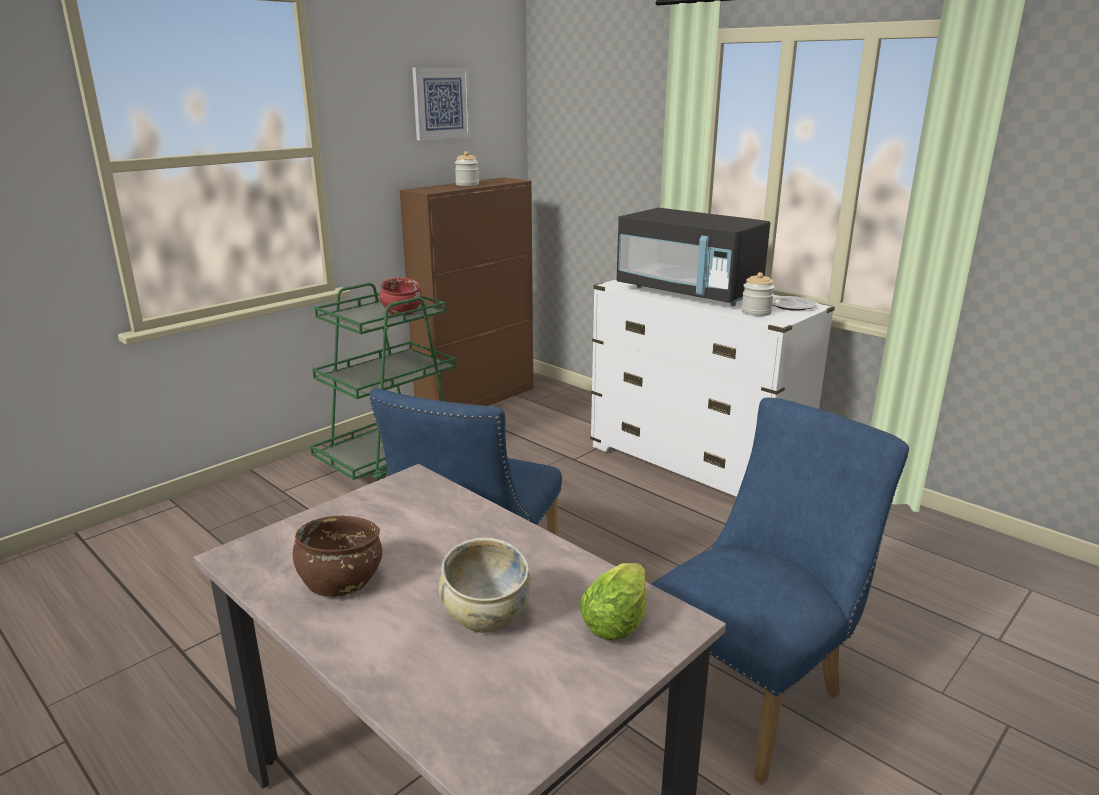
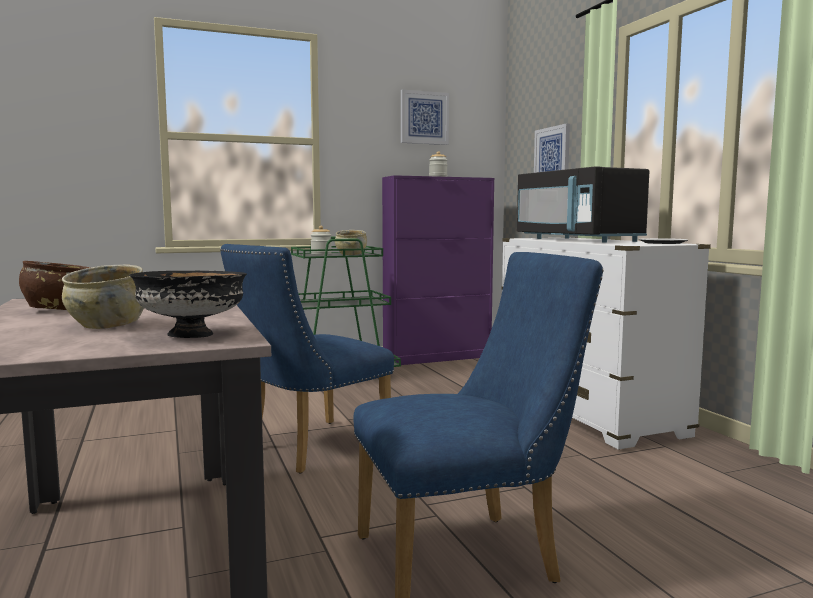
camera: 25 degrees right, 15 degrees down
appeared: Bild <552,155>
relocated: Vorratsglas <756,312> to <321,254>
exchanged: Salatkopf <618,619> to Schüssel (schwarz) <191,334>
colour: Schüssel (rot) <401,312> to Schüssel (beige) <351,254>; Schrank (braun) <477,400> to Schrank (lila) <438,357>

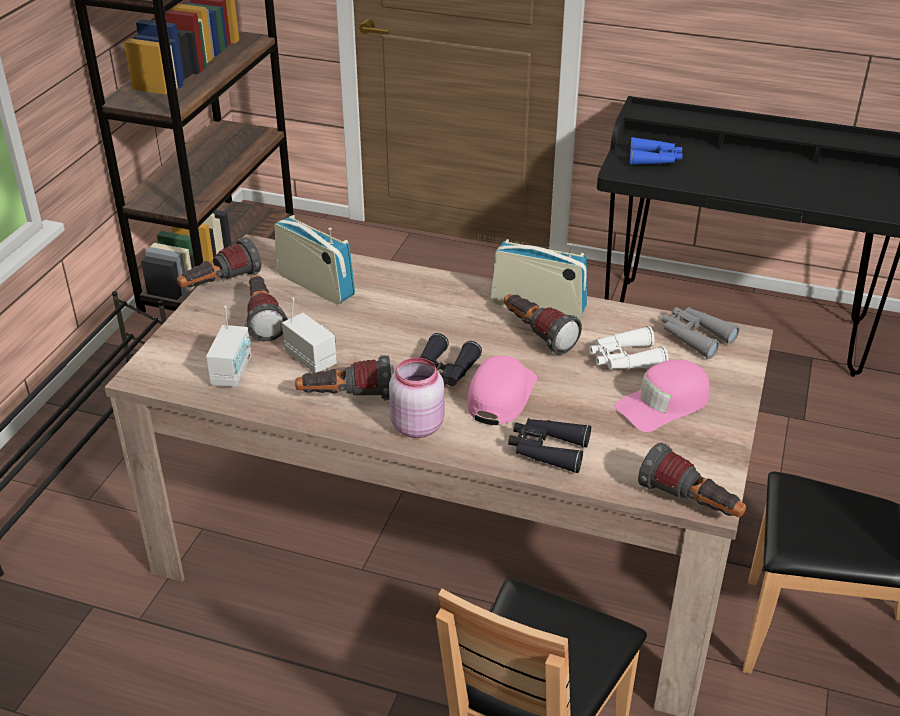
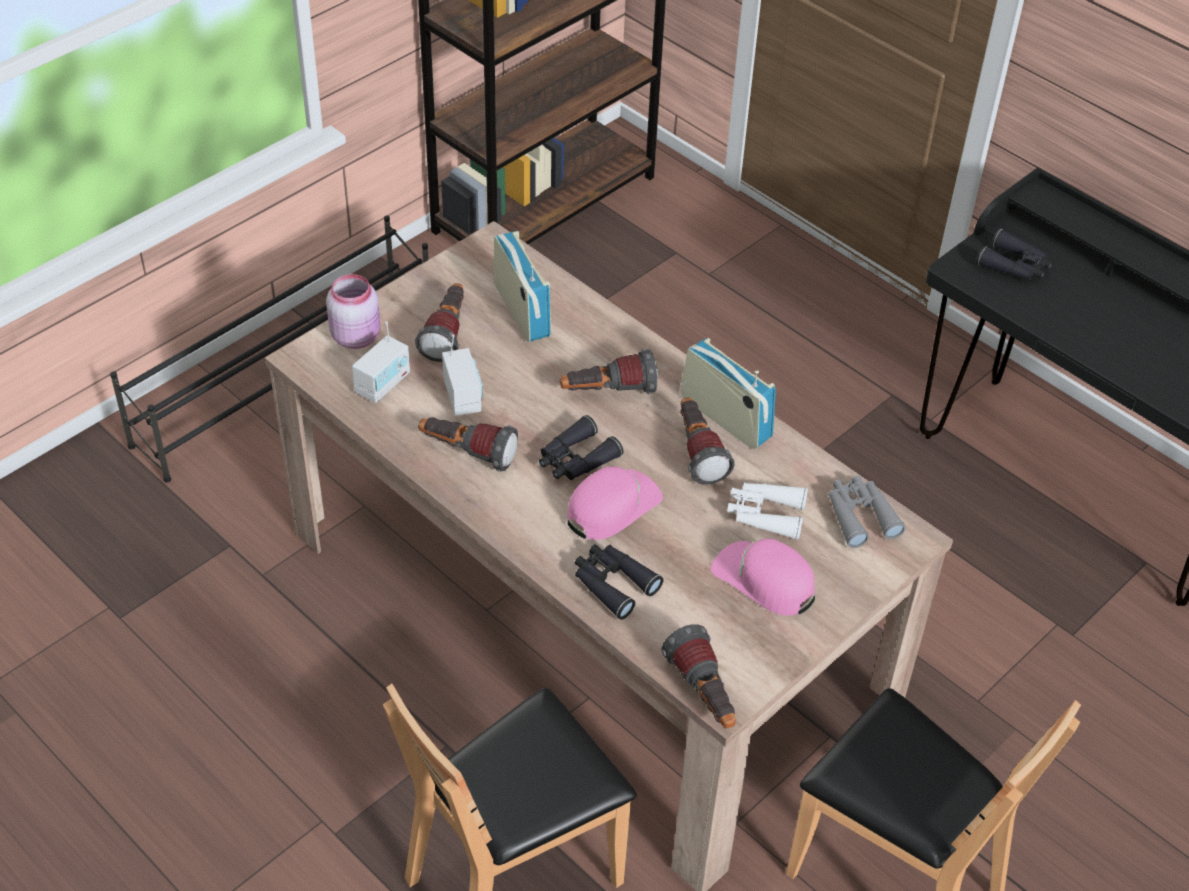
camera: 25 degrees right, 10 degrees up
relocated: Vorratsglas (rosa) <417,425> to <356,336>; Taschenlampe <220,284> to <608,392>
colour: Fernglas (blau) <655,159> to Fernglas (schwarz) <1015,266>
spun: Kappe (rosa) <664,404> = <764,580> 45 degrees clockwise

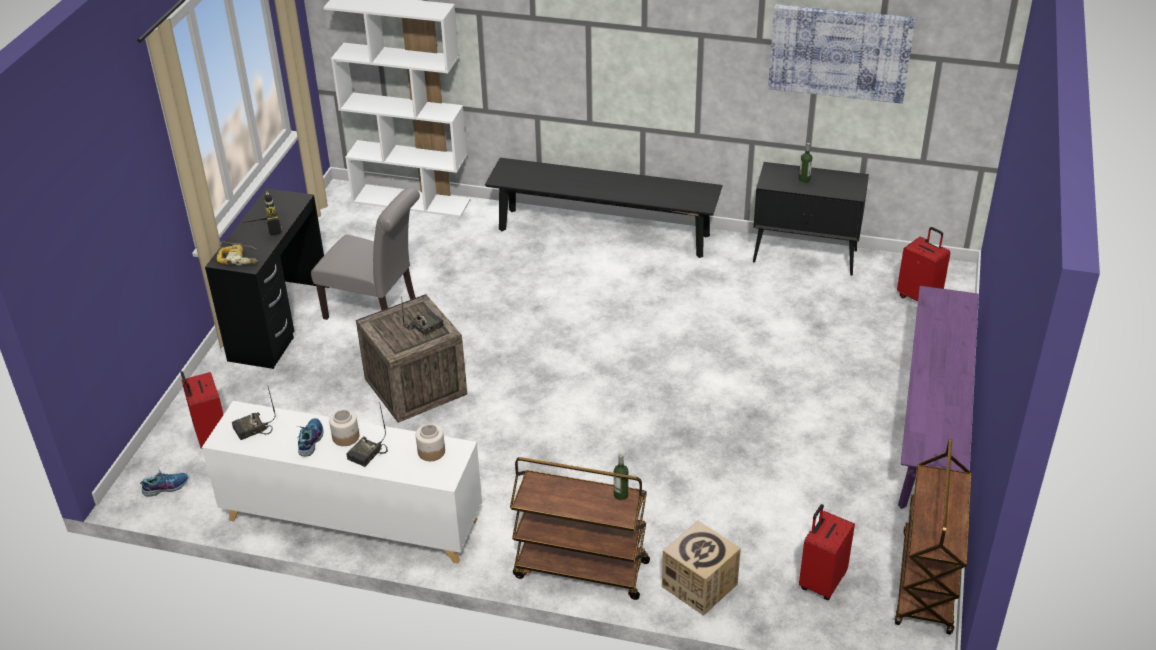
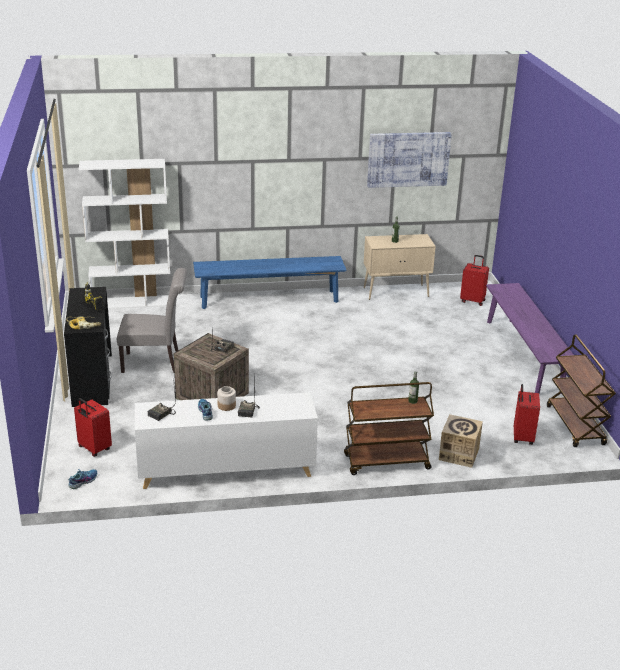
camera: 25 degrees left, 10 degrees down
missing: Vorratsglas <431,452>
colour: Bank (schwarz) <603,232> to Bank (blau) <269,299>; Schrank (schwarz) <806,256> to Schrank (beige) <396,292>

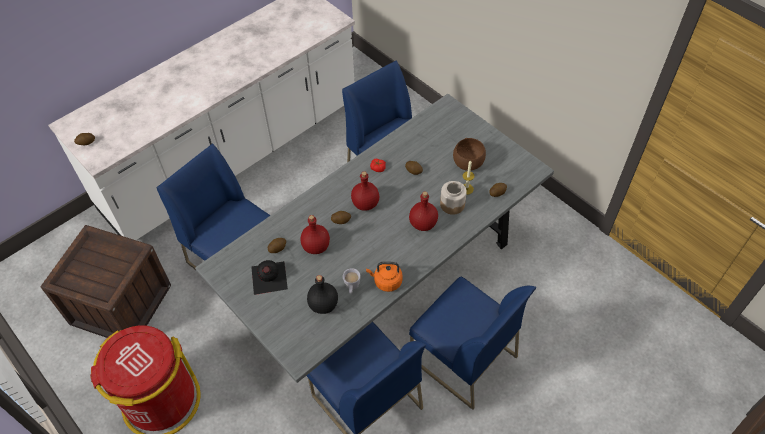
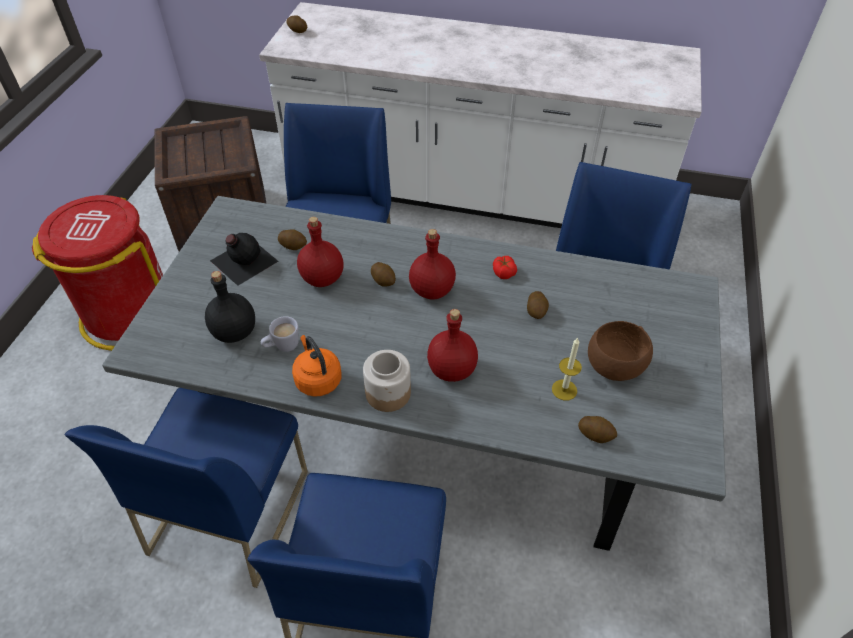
camera: 55 degrees right, 5 degrees down
relocated: Vorratsglas <452,204> to <388,393>

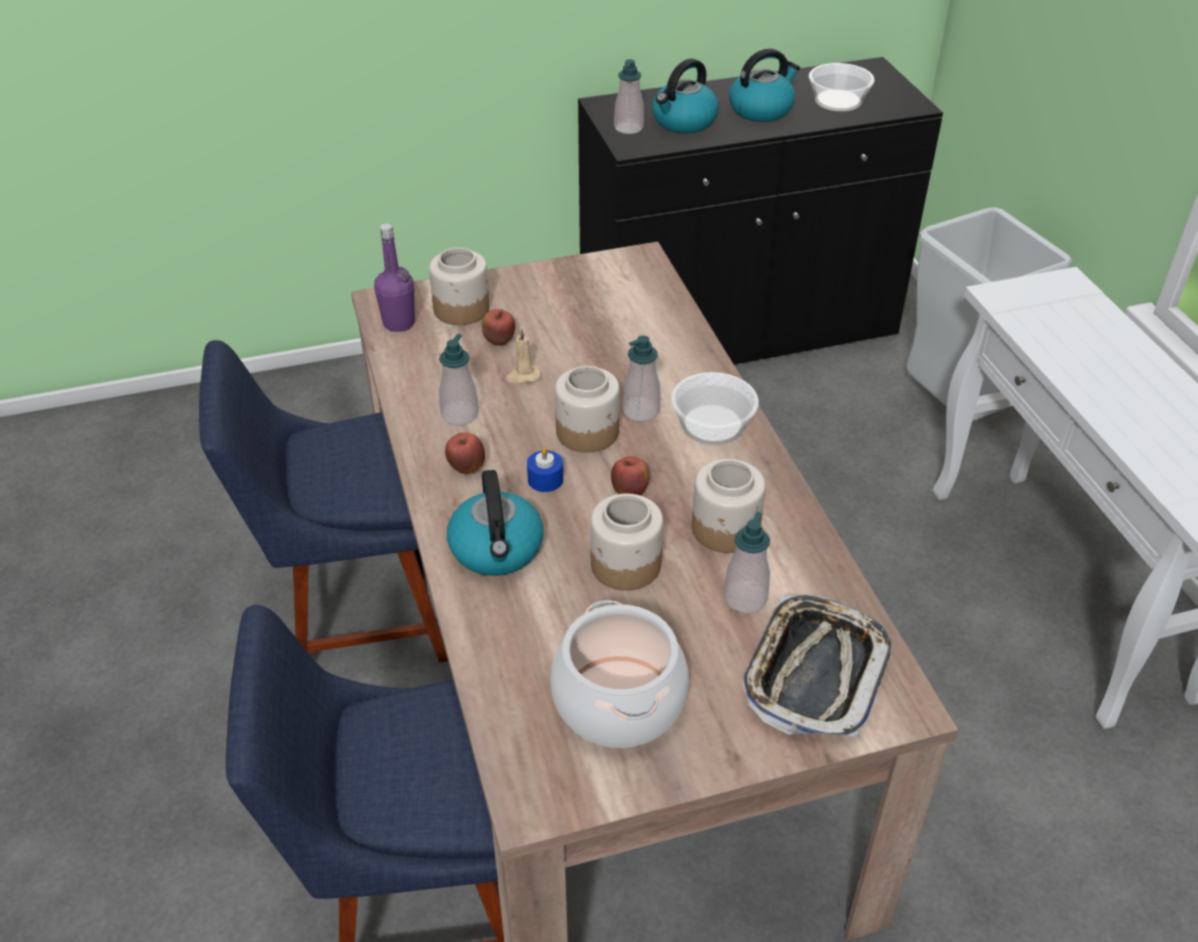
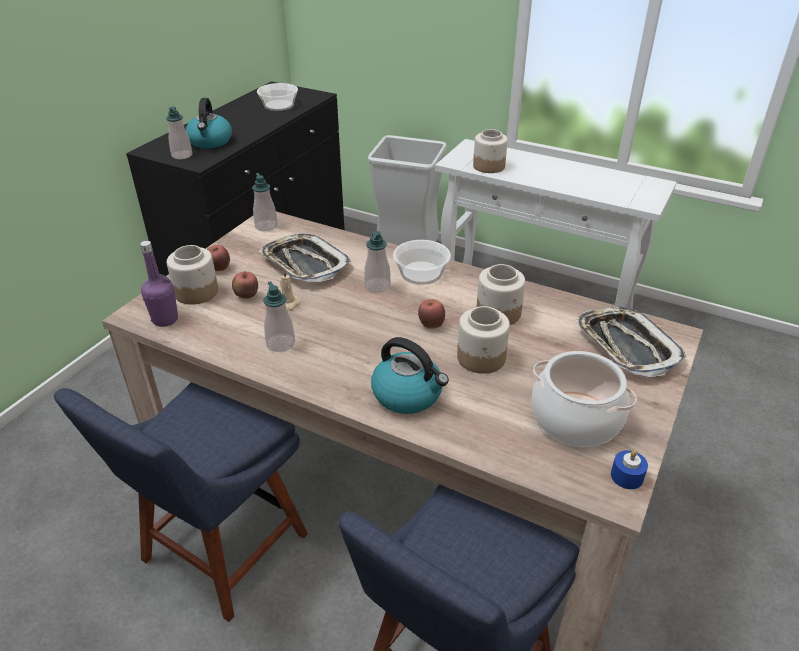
camera: 45 degrees left, 5 degrees down
missing: Wasserkessel <761,109>
appeared: Tablett <304,264>
relocated: Apfel <466,468> to <219,269>; Seifenspender <745,598> to <266,226>; Vorratsglas <588,432> to <489,166>; Kerze (blau) <545,479> to <627,476>

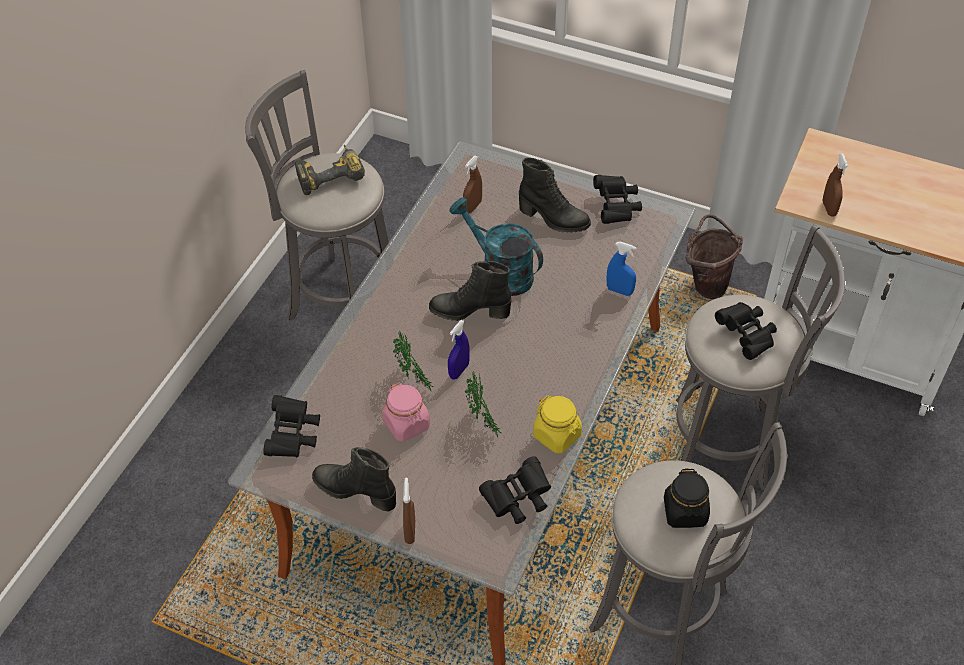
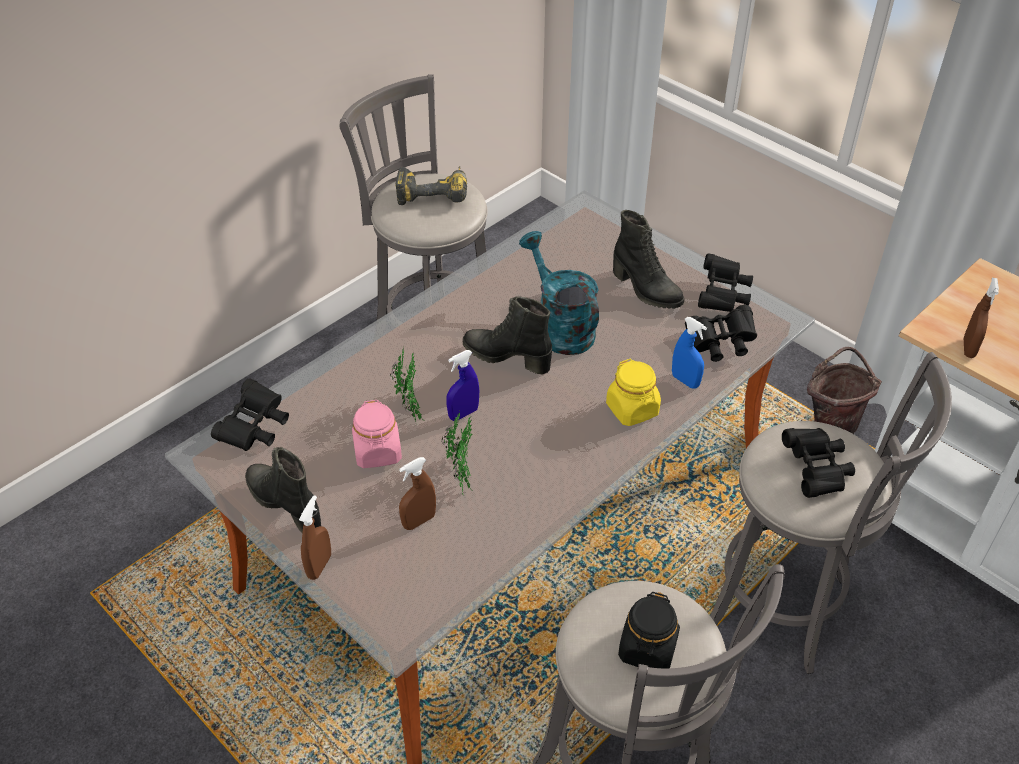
camera: 20 degrees right, 5 degrees down
relocated: Sprühflasche (braun) <472,206> to <419,521>; Vorratsglas (gelb) <557,435> to <632,409>; Fernglas (schwarz) <517,499> to <720,343>

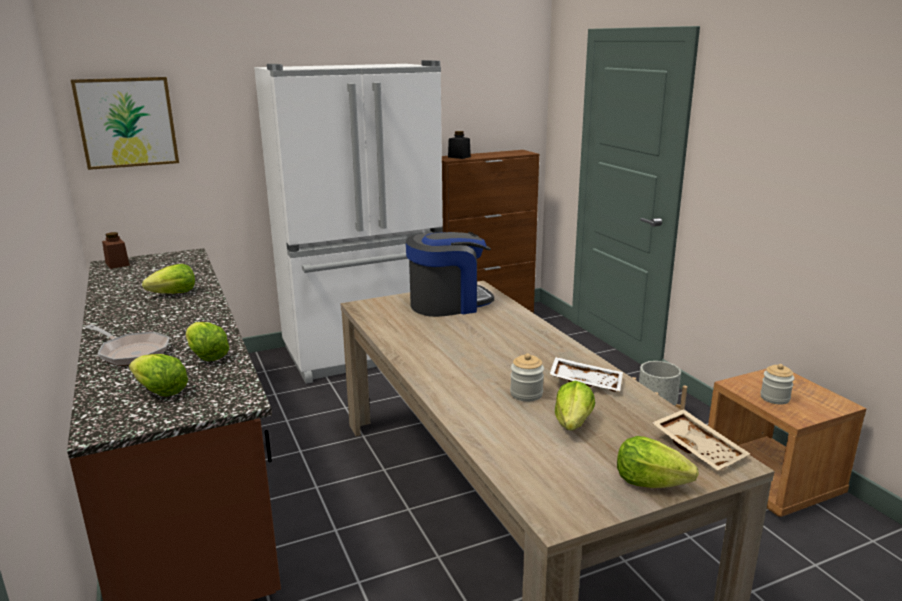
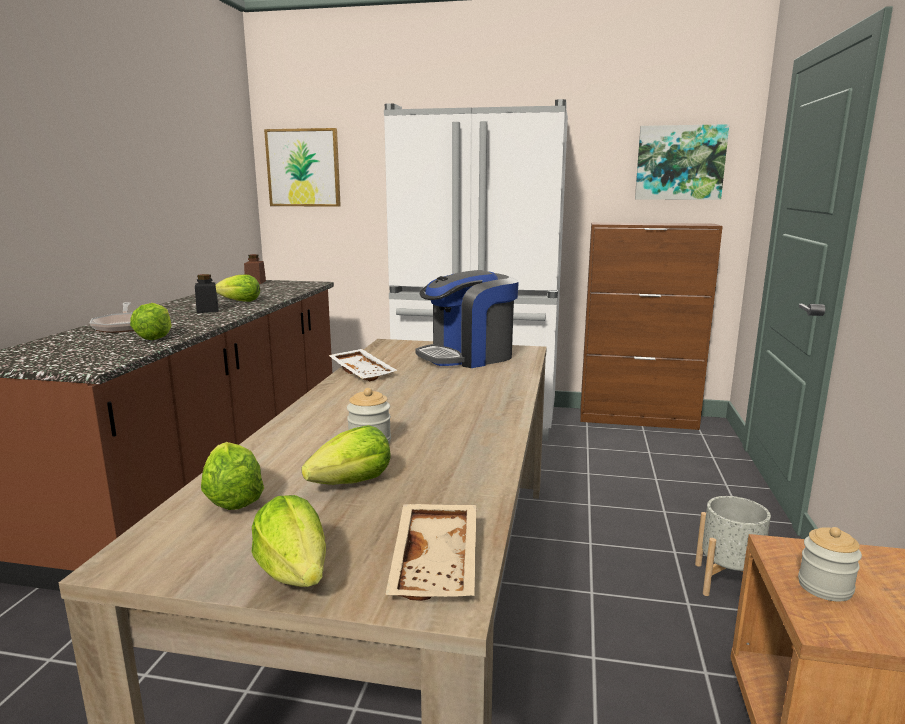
camera: 35 degrees right, 5 degrees down
appeared: Bild <680,163>
relocated: Vorratsglas (schwarz) <459,157> to <207,310>; Salatkopf <160,392> to <232,499>; Tablett (weiß) <586,382> to <363,372>
spun: Kaffeemaschine <448,304> = <468,356> 135 degrees clockwise

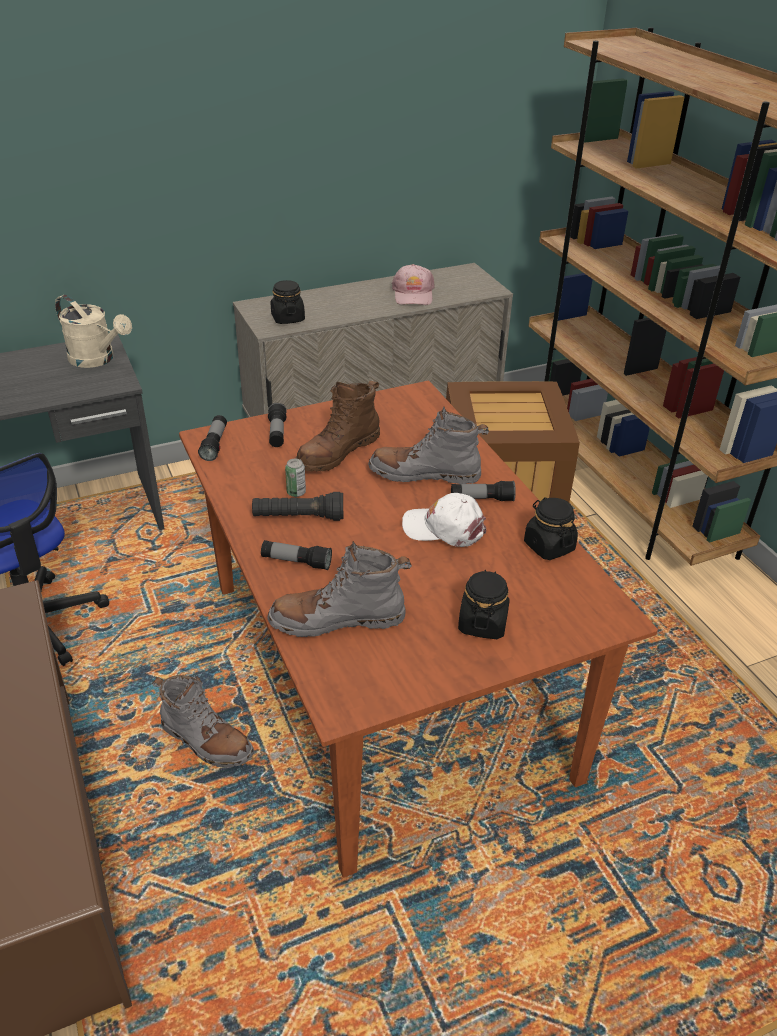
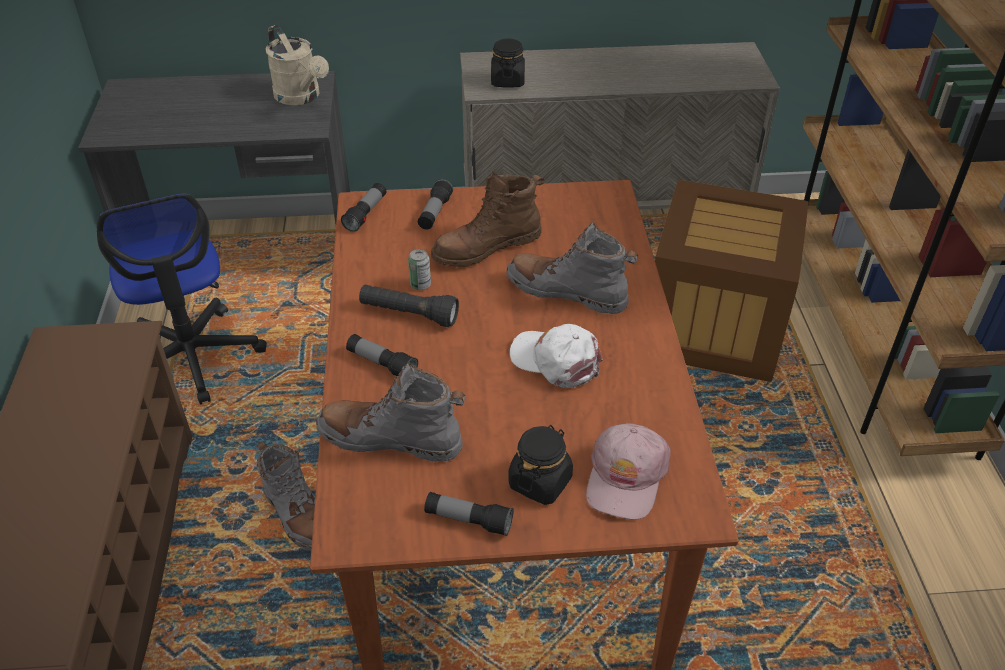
camera: 20 degrees right, 5 degrees up
missing: Vorratsglas (schwarz) <548,546>
relocated: Taschenlampe <481,499> to <468,520>; Kappe (rosa) <413,294> to <626,477>

